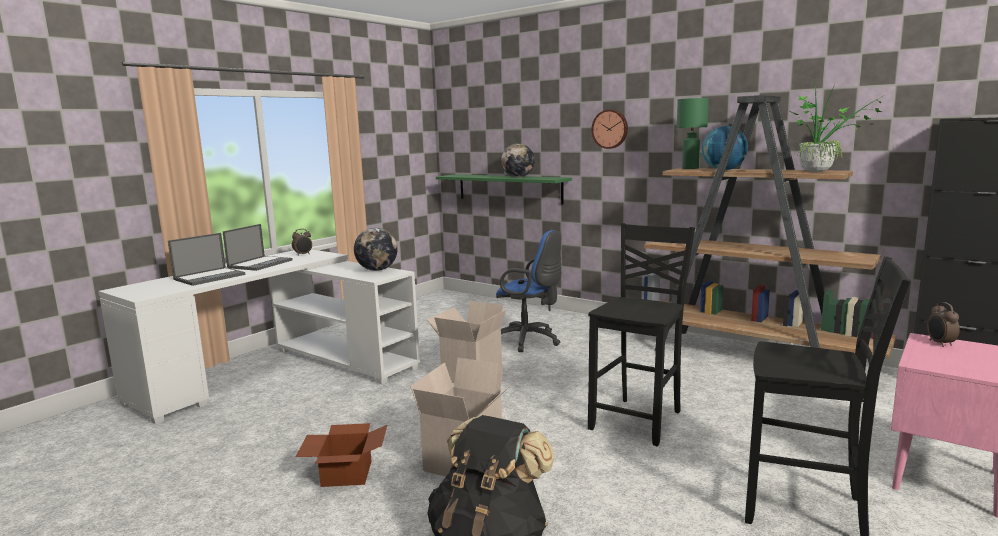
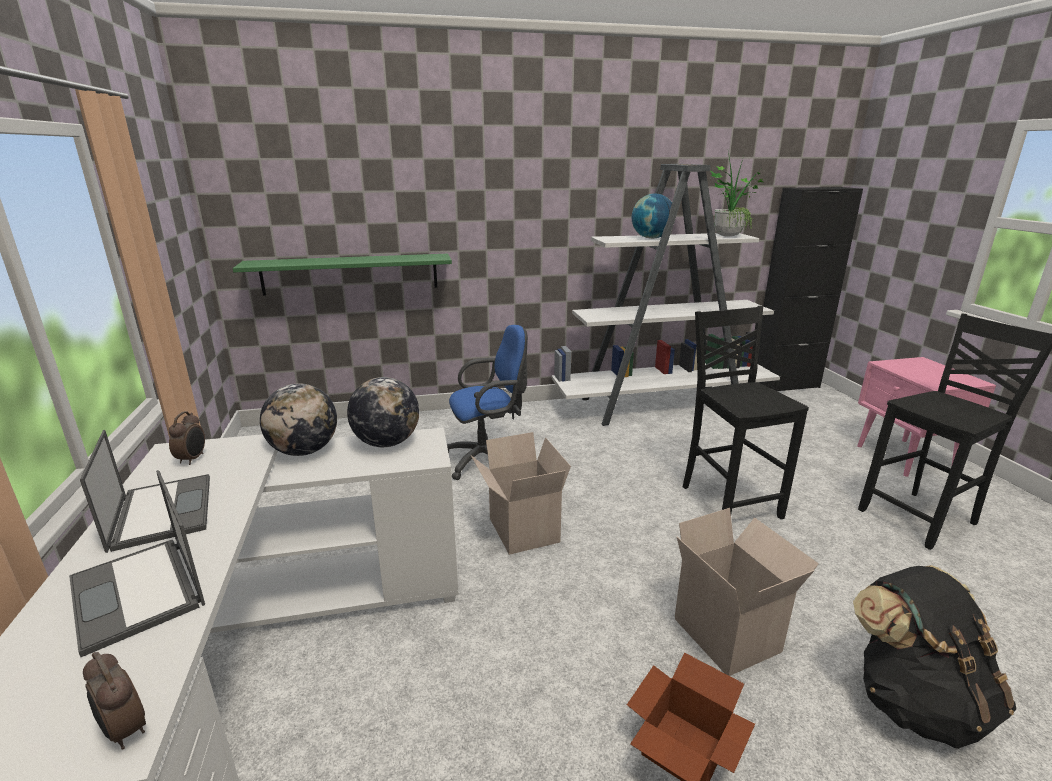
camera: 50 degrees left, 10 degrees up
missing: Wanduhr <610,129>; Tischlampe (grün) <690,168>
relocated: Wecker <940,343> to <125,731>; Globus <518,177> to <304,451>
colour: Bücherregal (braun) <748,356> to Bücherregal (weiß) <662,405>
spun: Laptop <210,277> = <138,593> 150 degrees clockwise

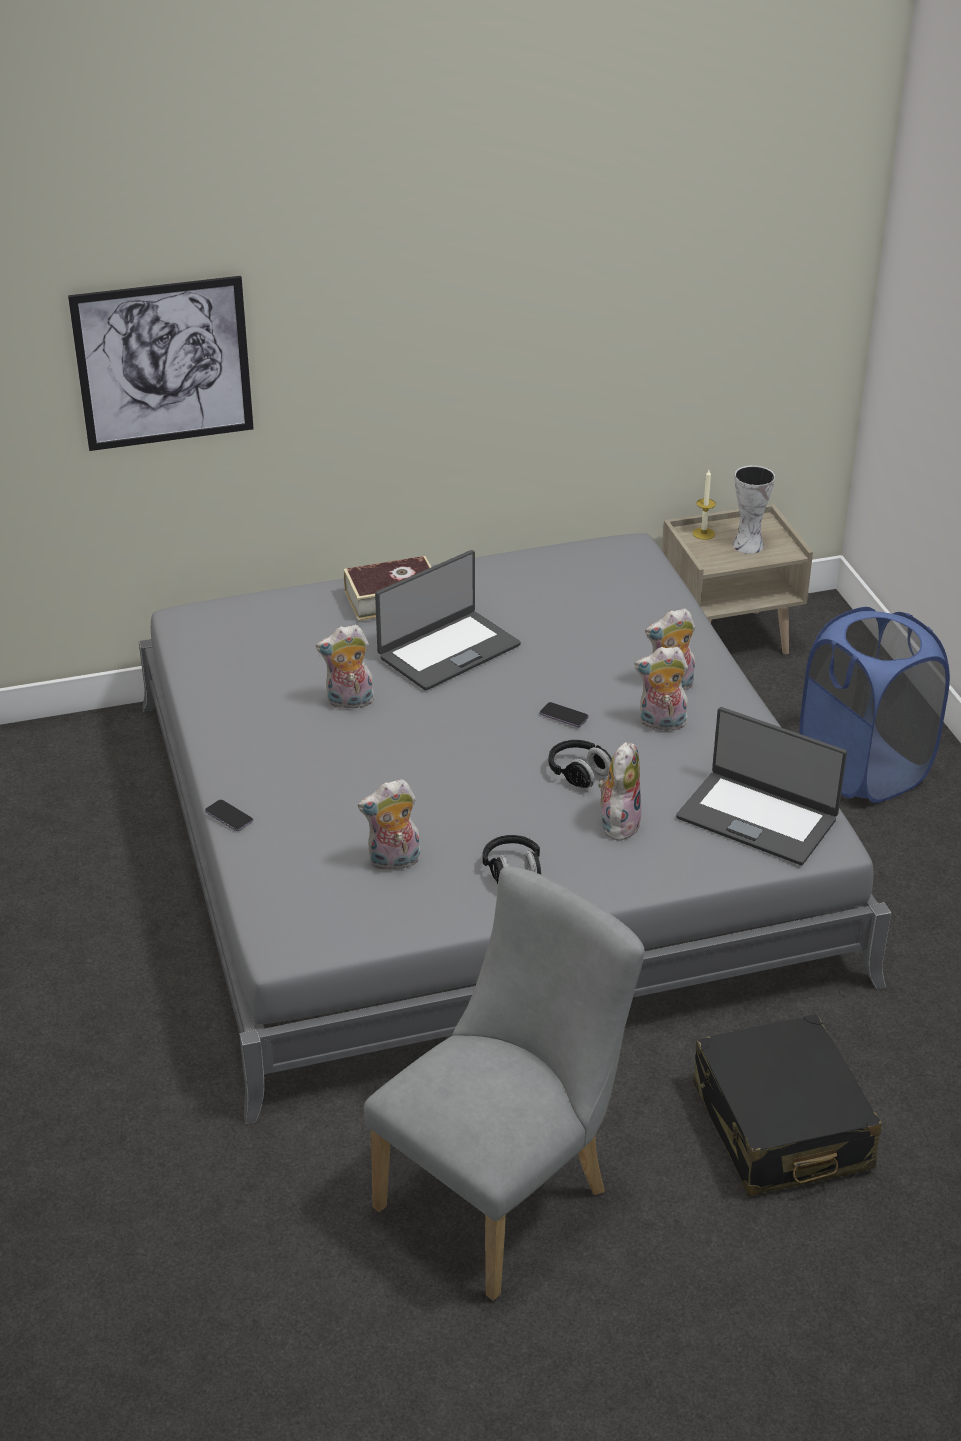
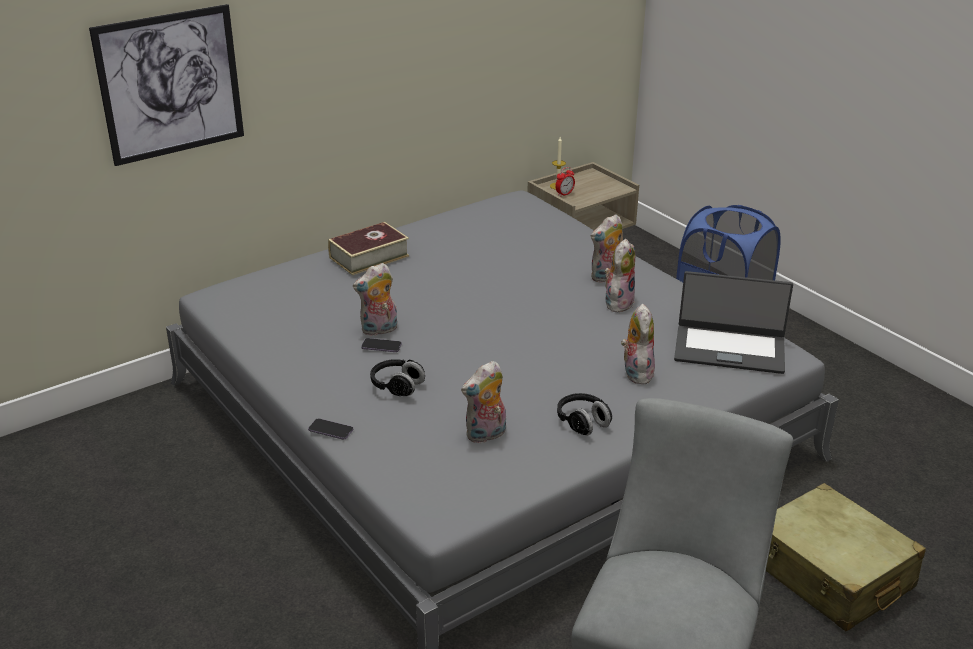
camera: 20 degrees left, 5 degrees down
missing: Laptop <448,650>; Vase <746,545>
appeared: Wecker <564,194>
relocated: Handy <564,716> to <381,346>; Kopfhörer (schwarz) <578,774> to <397,386>
colour: Koffer (schwarz) <781,1127> to Koffer (beige) <830,574>
spun: Plüschtier <661,724> = <618,302> 135 degrees clockwise

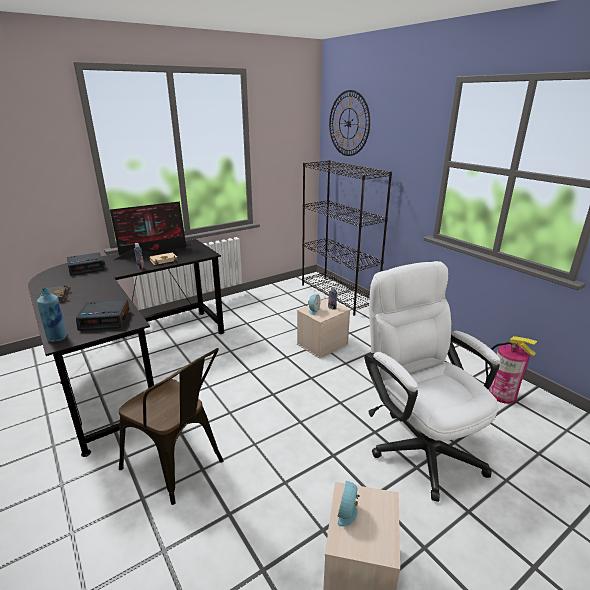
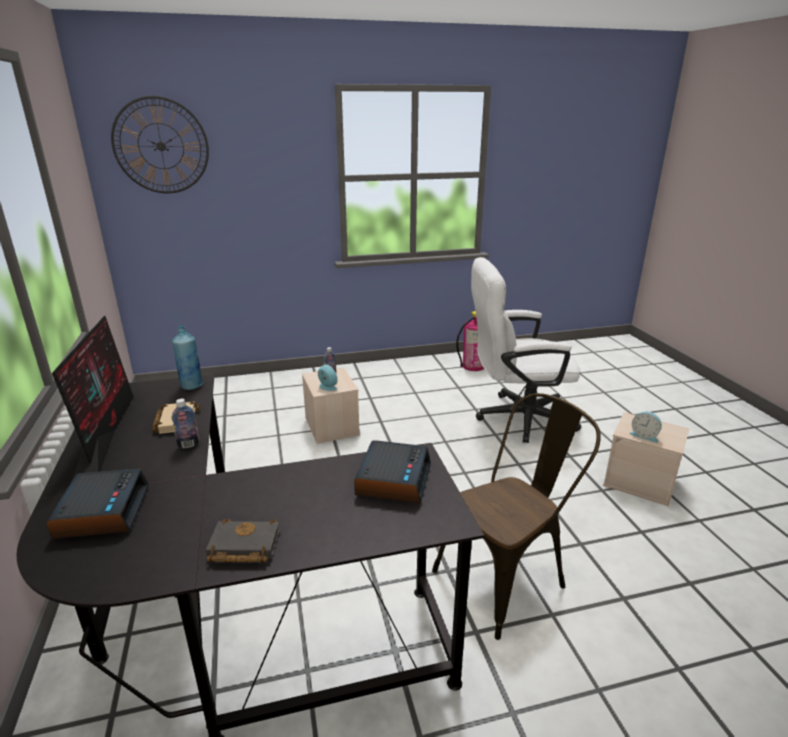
camera: 70 degrees left, 0 degrees up
missing: Bücherregal (schwarz) <339,295>
relocated: Flasche (blau) <57,338> to <191,385>

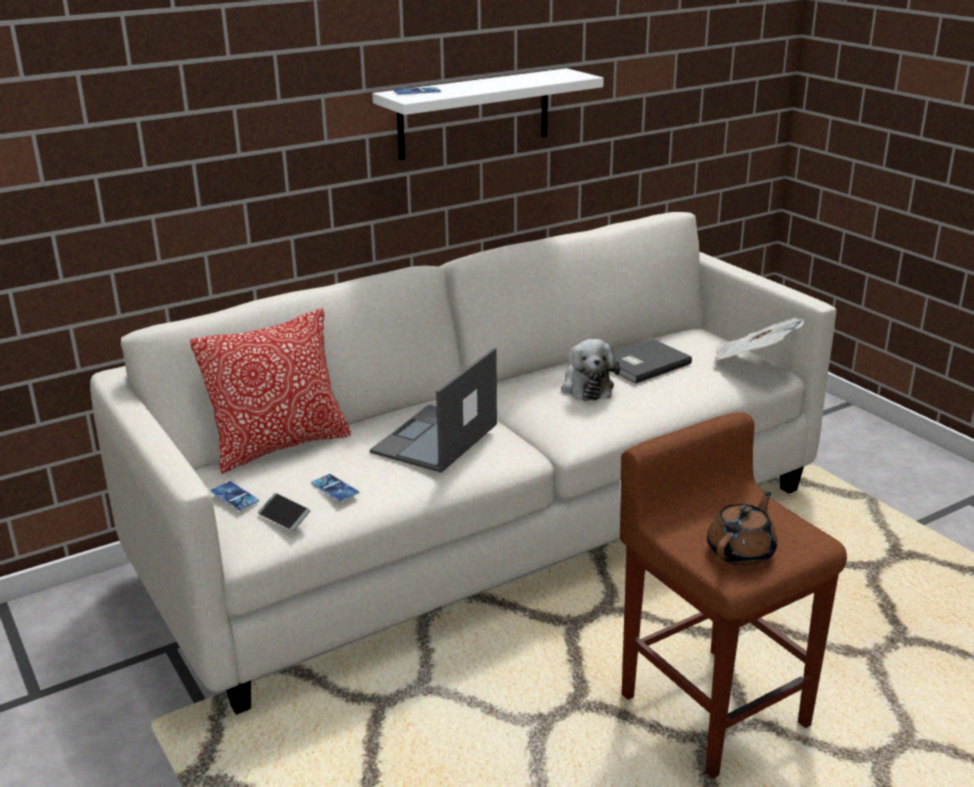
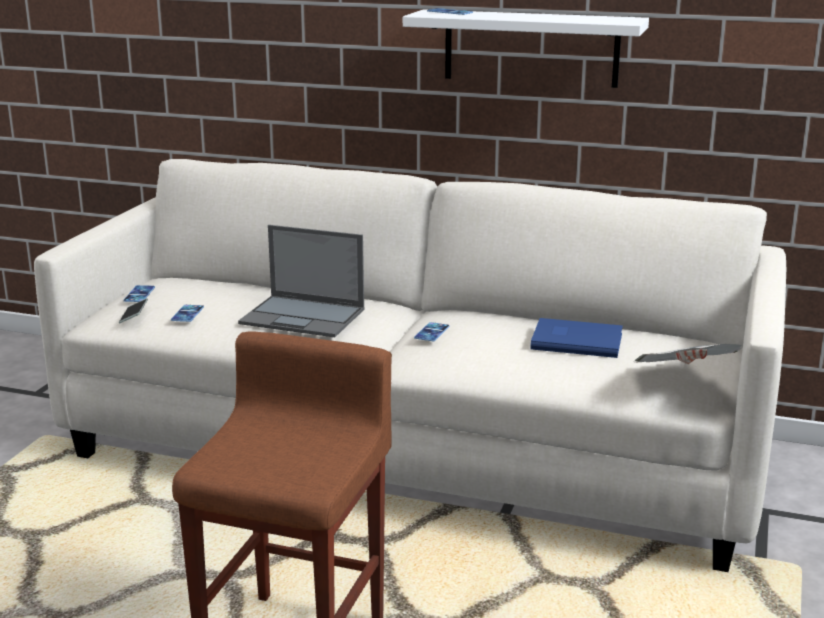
camera: 50 degrees right, 5 degrees down
missing: Kissen <280,446>; Plüschtier <586,386>; Teekanne (braun) <741,552>
appeared: Handy <431,332>
colour: Buch (grau) <642,363> to Buch (blau) <575,340>
spun: Laptop <434,439> = <304,317> 150 degrees counterclockwise

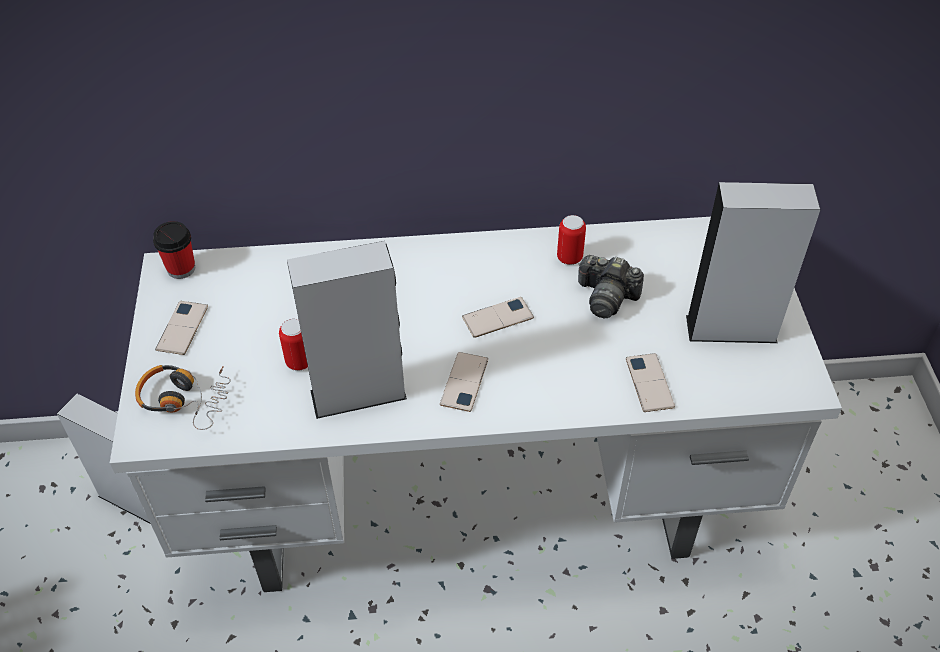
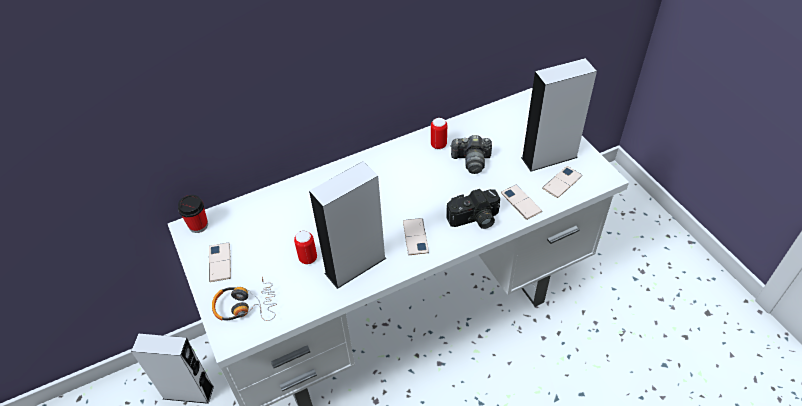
camera: 20 degrees left, 0 degrees up
appeared: Kamera <474,220>
relocated: Handy <497,317> to <562,182>

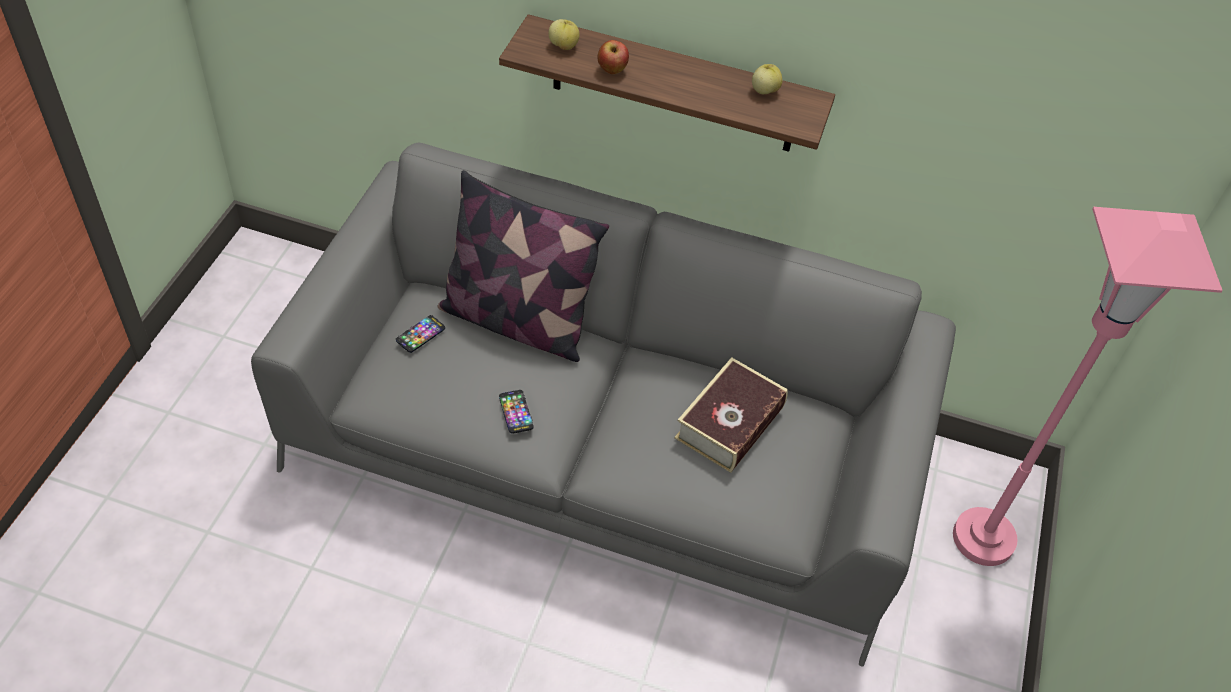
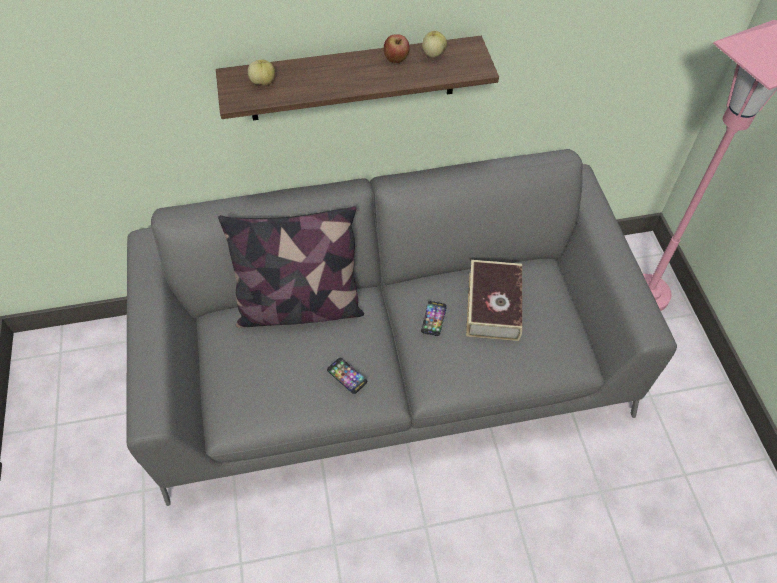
camera: 25 degrees left, 5 degrees up
relocated: Apfel <612,70> to <396,60>; Handy <420,334> to <433,318>

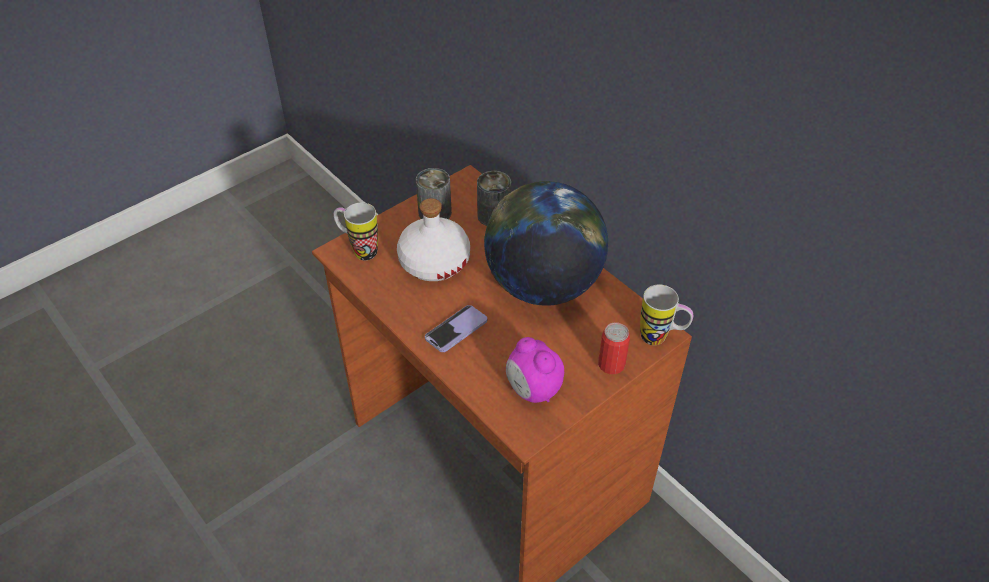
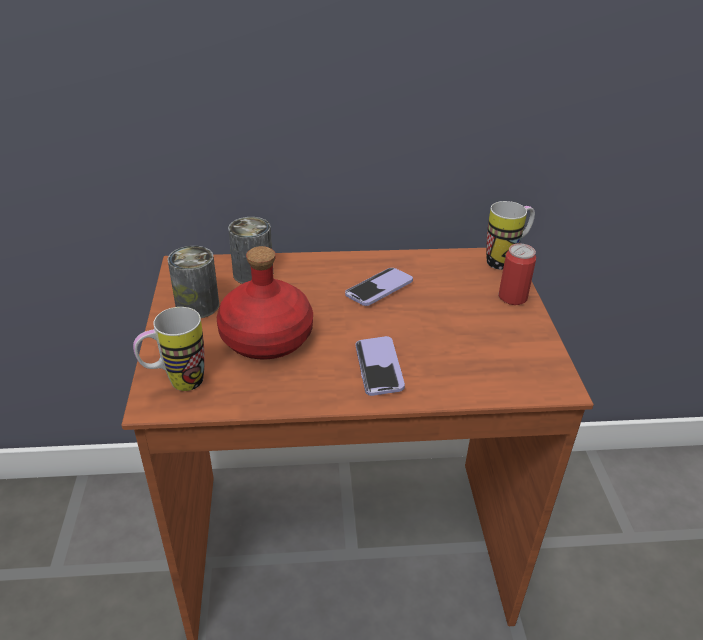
camera: 55 degrees left, 10 degrees down
missing: Wecker <532,390>
exchanged: Globus <543,285> to Handy <379,288>
colour: Flasche (weiß) <434,261> to Flasche (rot) <265,338>

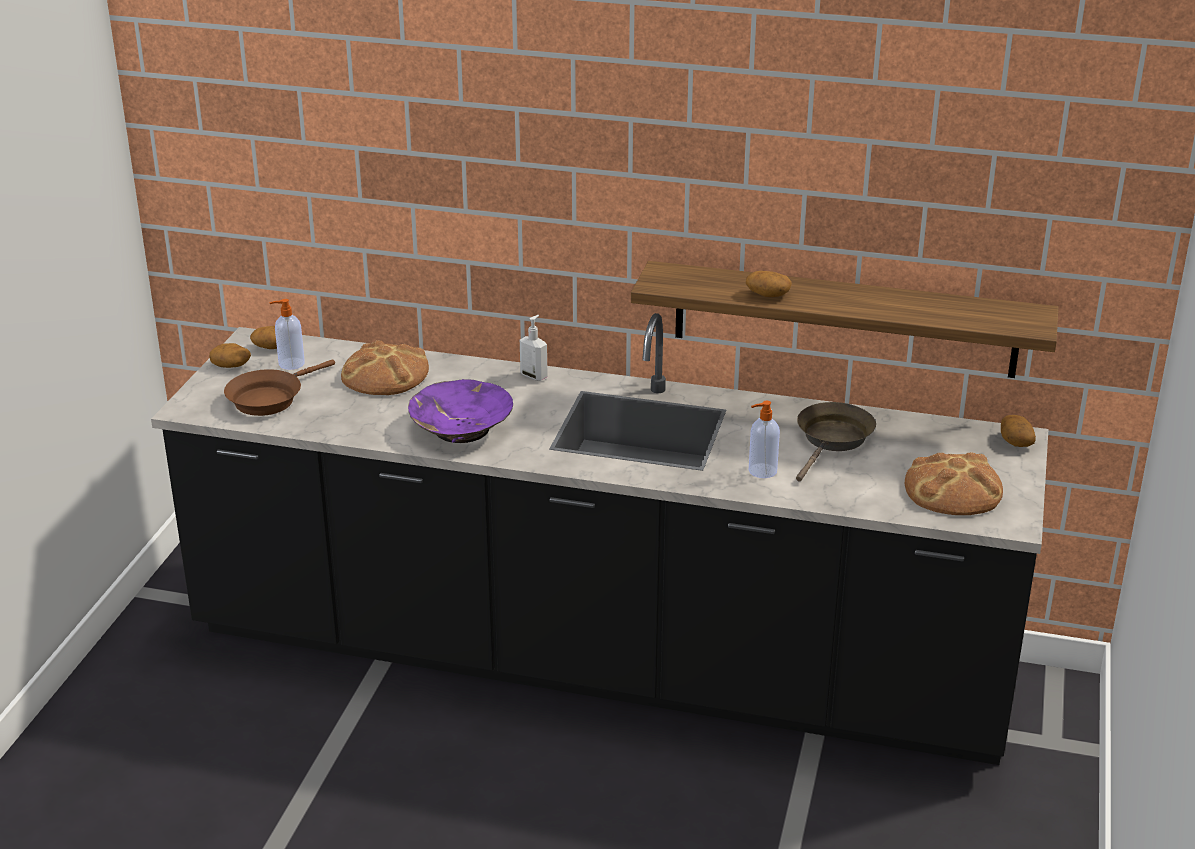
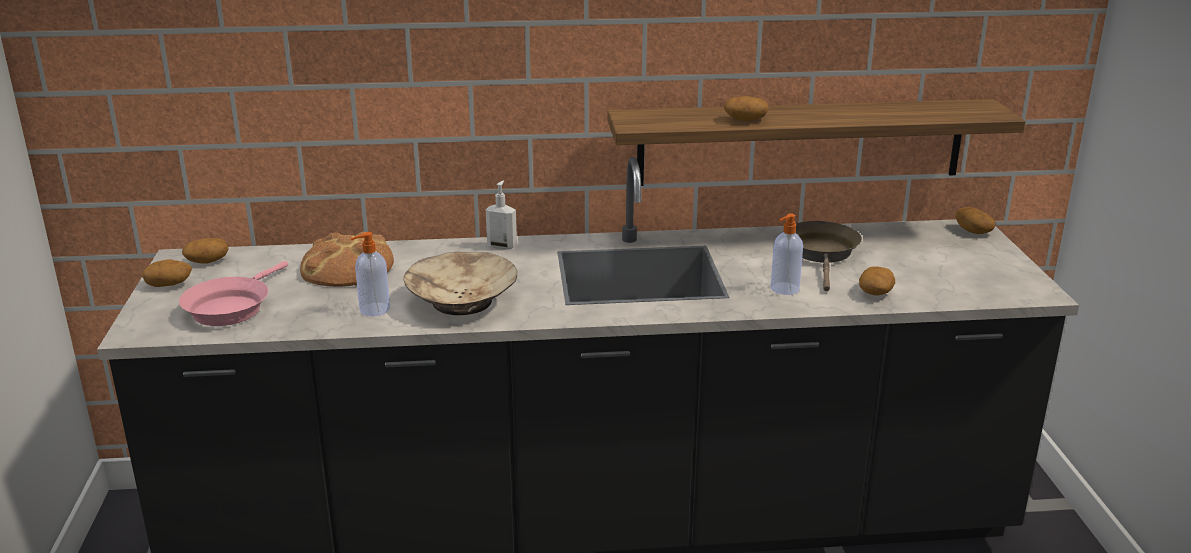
camera: 20 degrees left, 5 degrees down
missing: Brot <953,489>
appeared: Kartoffel <875,292>
relocated: Seifenspender <290,364> to <373,310>
colour: Pfanne (braun) <269,398> to Pfanne (rosa) <231,307>; Schüssel (lila) <461,428> to Schüssel (beige) <461,301>

